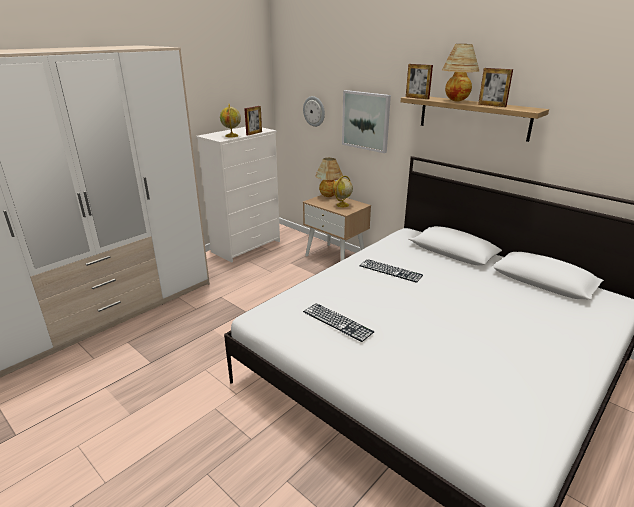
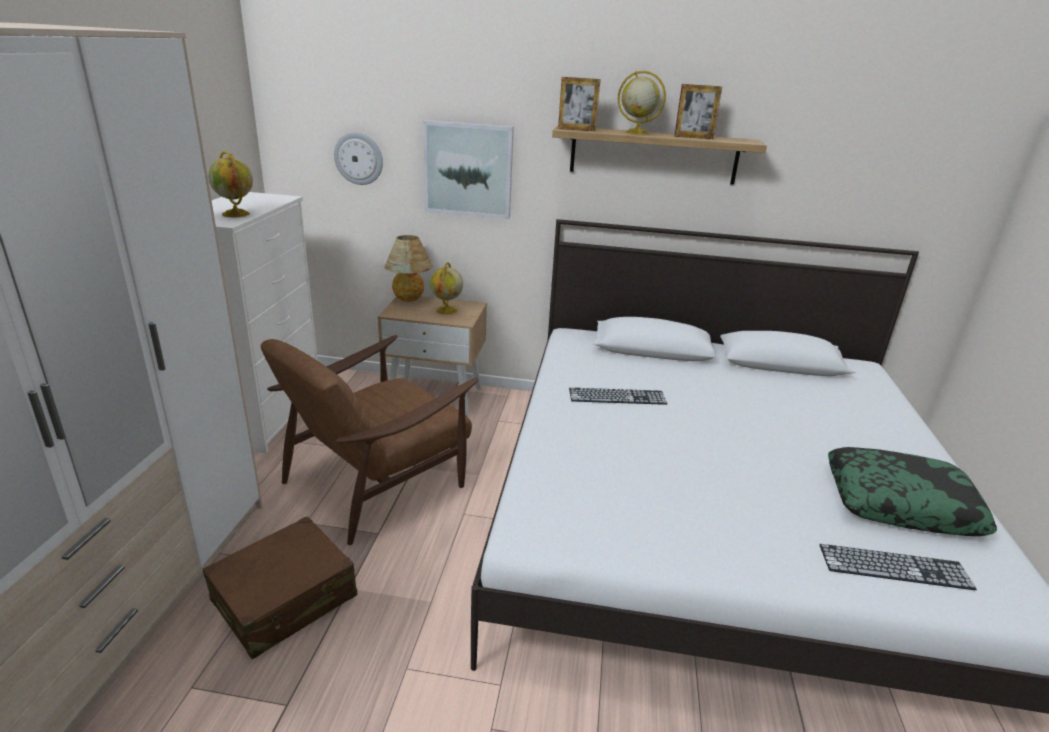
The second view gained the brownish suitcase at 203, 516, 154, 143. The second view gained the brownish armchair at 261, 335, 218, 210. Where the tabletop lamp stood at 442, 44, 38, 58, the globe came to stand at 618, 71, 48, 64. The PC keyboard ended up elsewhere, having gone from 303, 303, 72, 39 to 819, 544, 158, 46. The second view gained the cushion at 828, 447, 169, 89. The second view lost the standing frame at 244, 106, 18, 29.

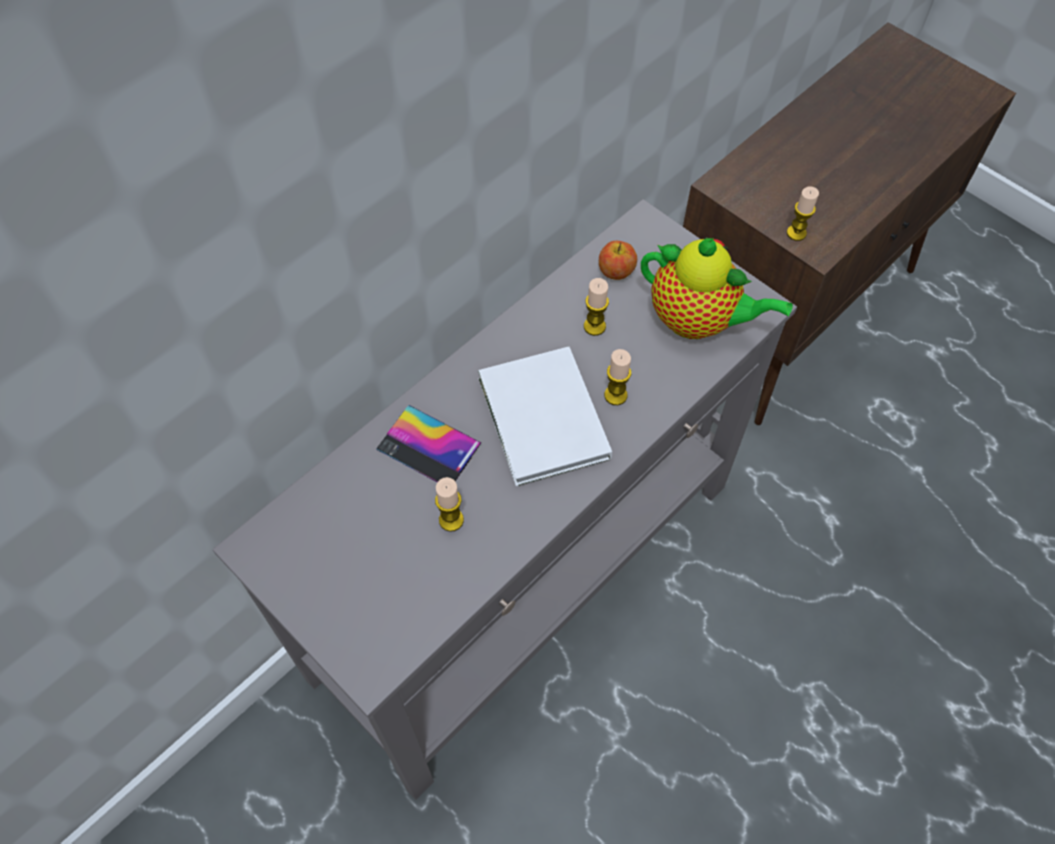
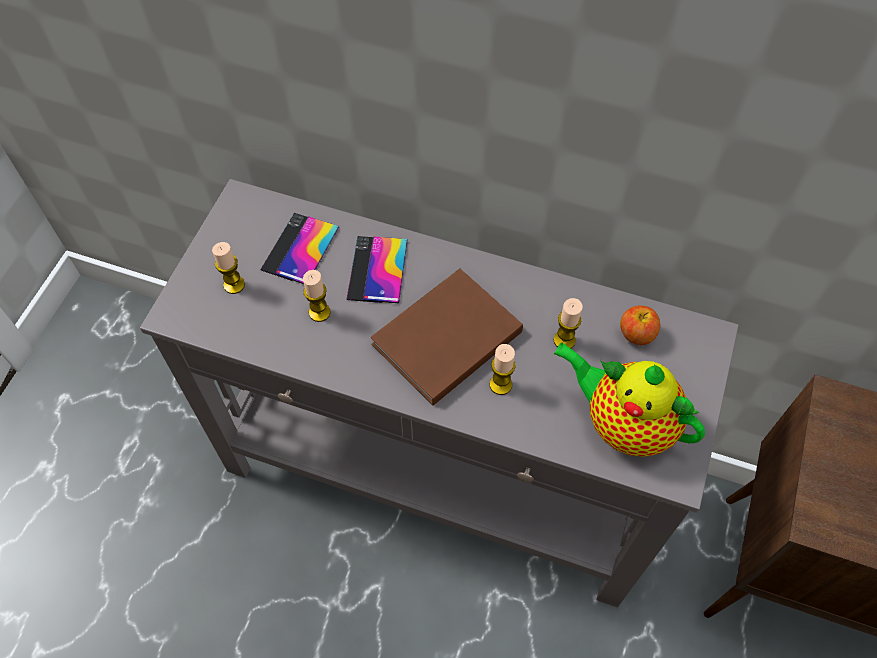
The wax light ended up elsewhere, having gone from 787, 186, 32, 55 to 212, 242, 33, 52. The second view gained the handset at 260, 213, 79, 71. What was the white bound book at 478, 346, 134, 140 turned into the brownish bound book at 371, 269, 152, 137. The teapot at 641, 237, 152, 102 ended up facing another way, 120 degrees clockwise from before.

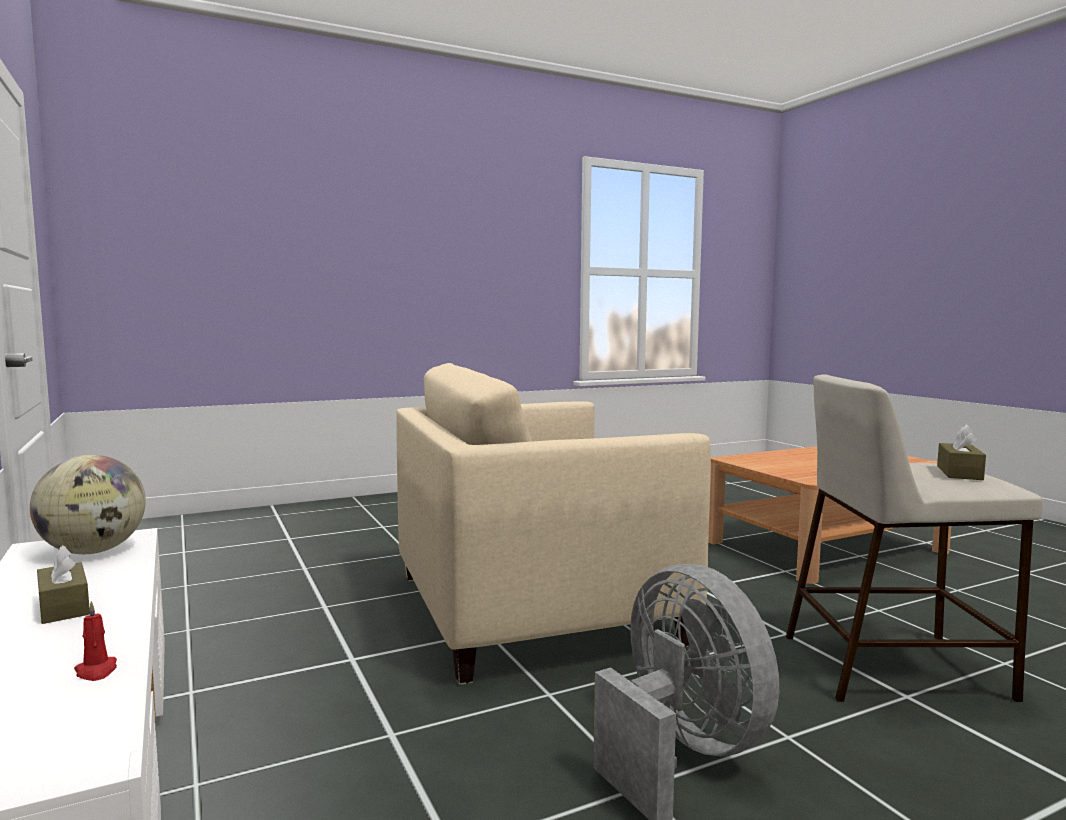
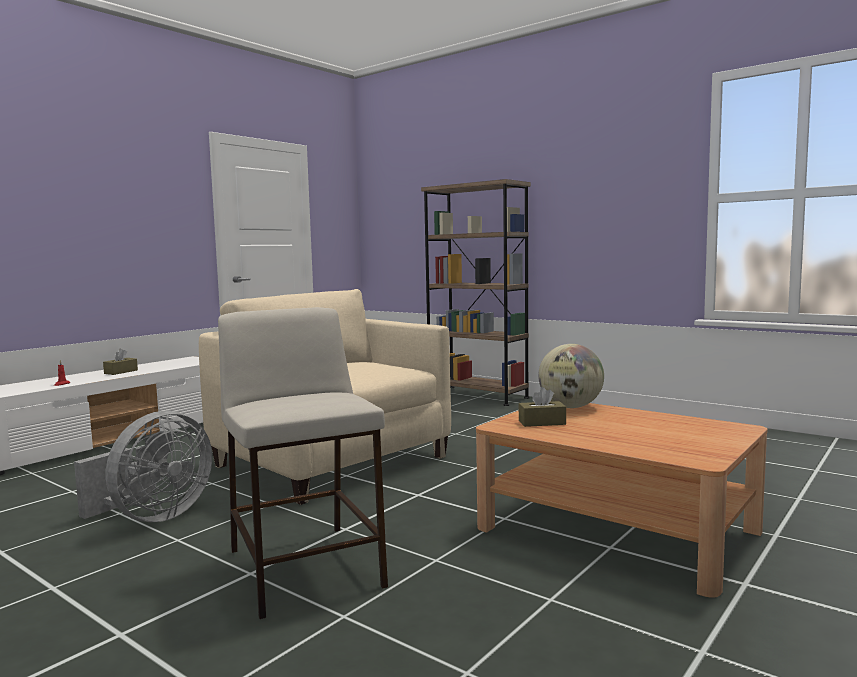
The second view gained the brownish shelving unit at 421, 179, 110, 227. The brownish tissue holder ended up elsewhere, having gone from 937, 425, 49, 55 to 519, 387, 47, 40. The globe ended up elsewhere, having gone from 30, 455, 116, 99 to 538, 344, 66, 64.

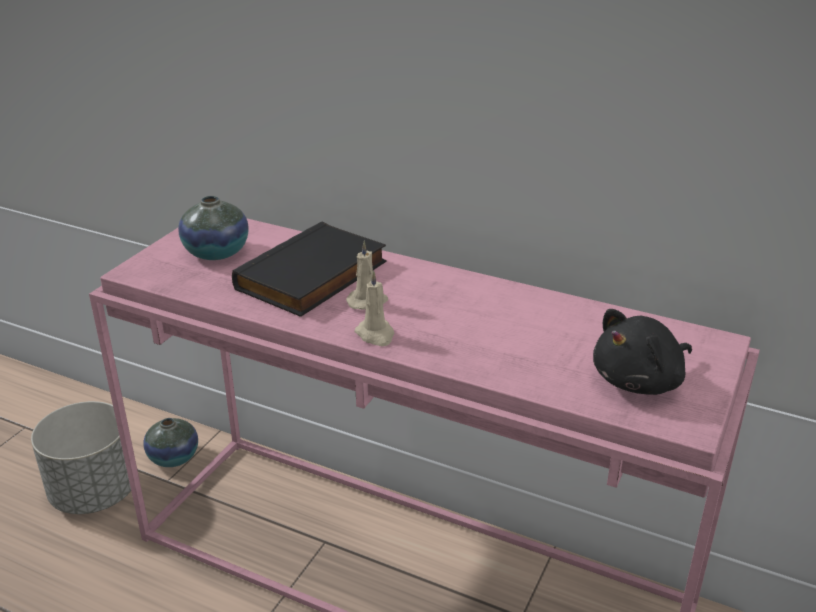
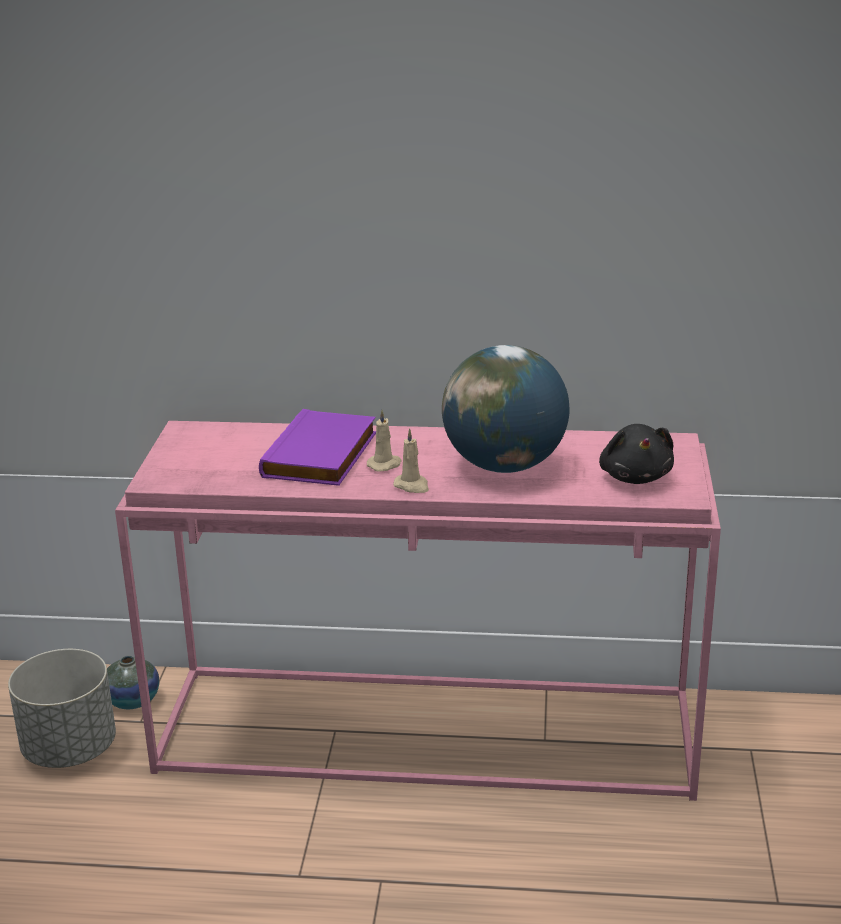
What was the blackish bound book at 232, 221, 155, 96 turned into the purple bound book at 259, 409, 117, 77. The second view gained the globe at 442, 345, 127, 128. The blackish plush toy at 593, 309, 99, 86 ended up facing another way, 45 degrees counterclockwise from before. The second view lost the decorative vase at 178, 196, 71, 64.

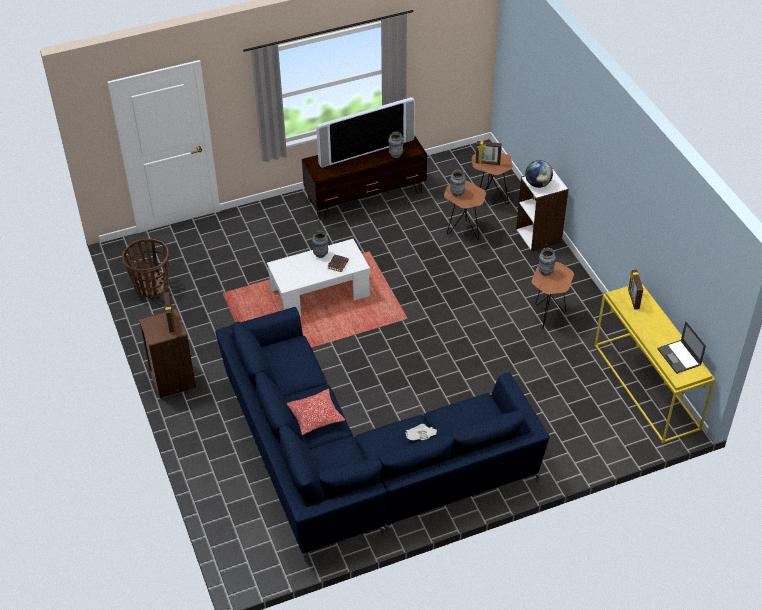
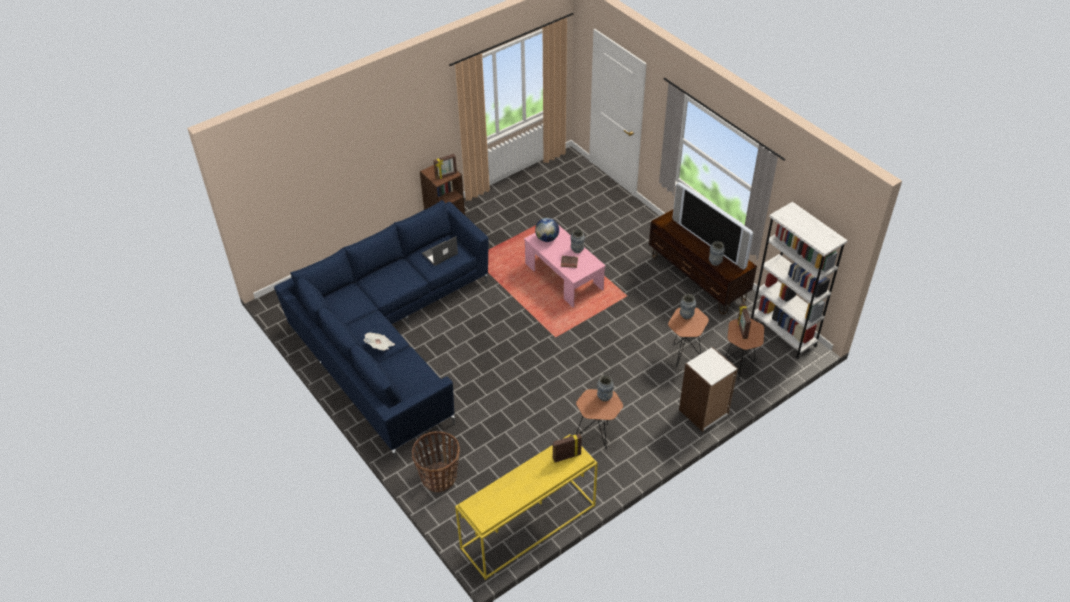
The basket ended up elsewhere, having gone from 122, 238, 47, 60 to 412, 431, 48, 61. The laptop ended up elsewhere, having gone from 657, 321, 49, 53 to 422, 236, 36, 30. What was the white lounge table at 267, 239, 103, 77 turned into the pink-coloured lounge table at 524, 226, 82, 81. The globe ended up elsewhere, having gone from 525, 160, 28, 28 to 535, 218, 24, 24. The second view gained the white shelving unit at 751, 202, 97, 157. The second view lost the cushion at 287, 389, 58, 46.

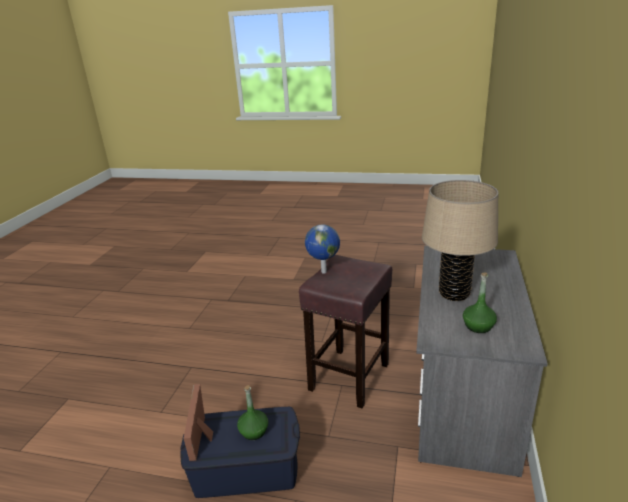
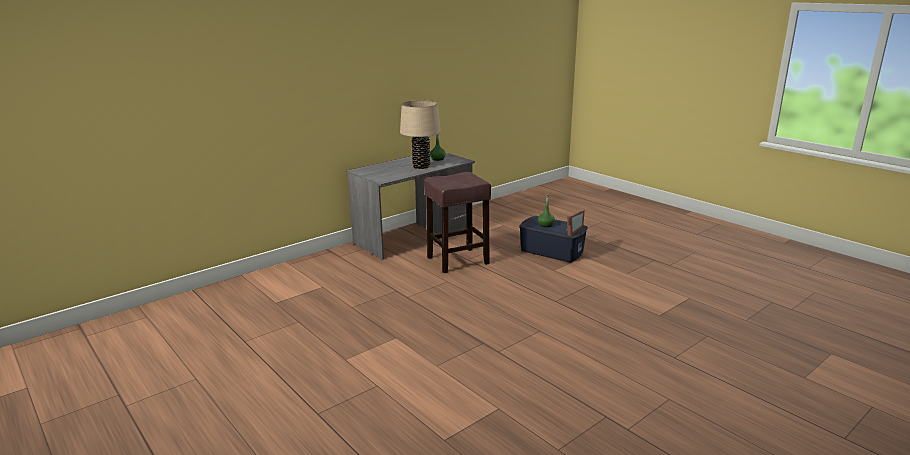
The second view lost the globe at 305, 224, 35, 50.

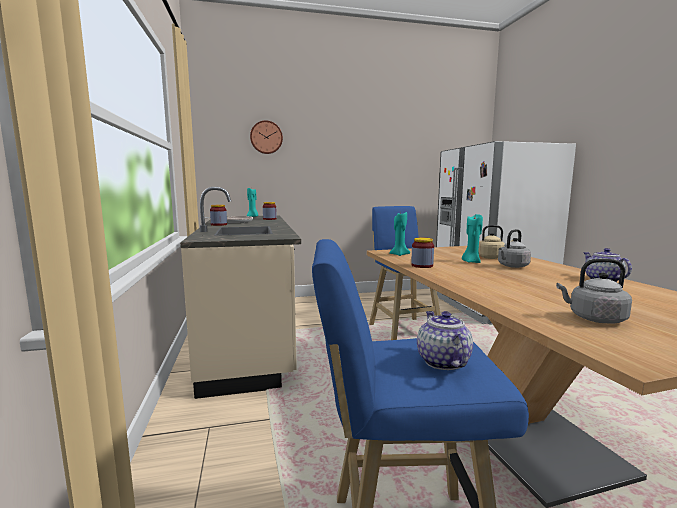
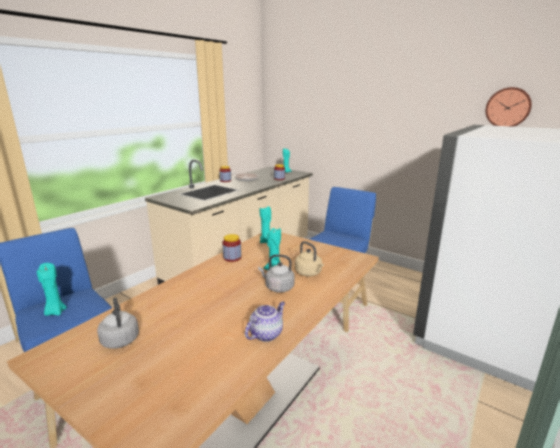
Where the teapot stood at 417, 311, 56, 59, the turquoise wax light came to stand at 37, 263, 30, 53. The hanging clock ended up elsewhere, having gone from 250, 120, 33, 34 to 486, 87, 46, 40.

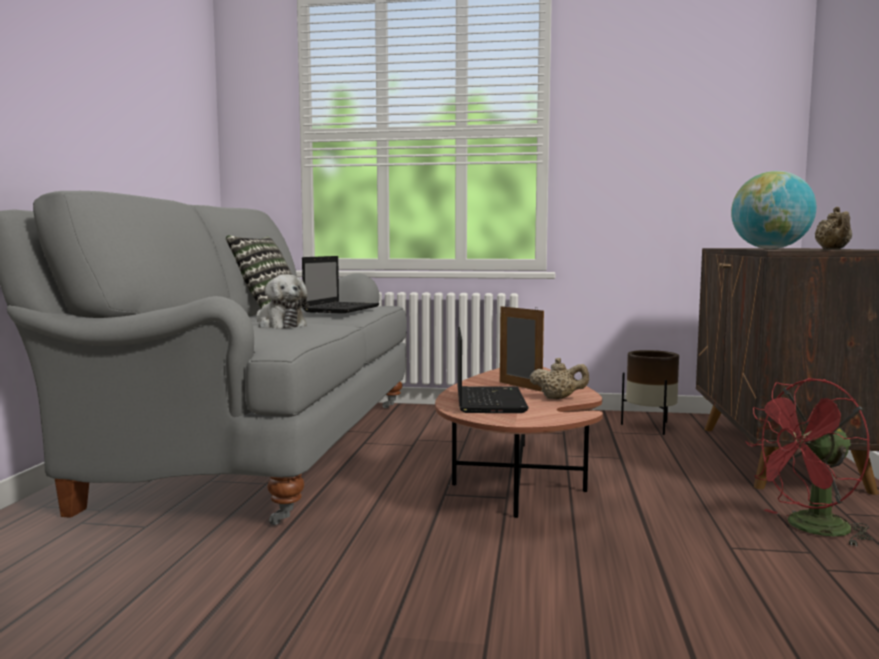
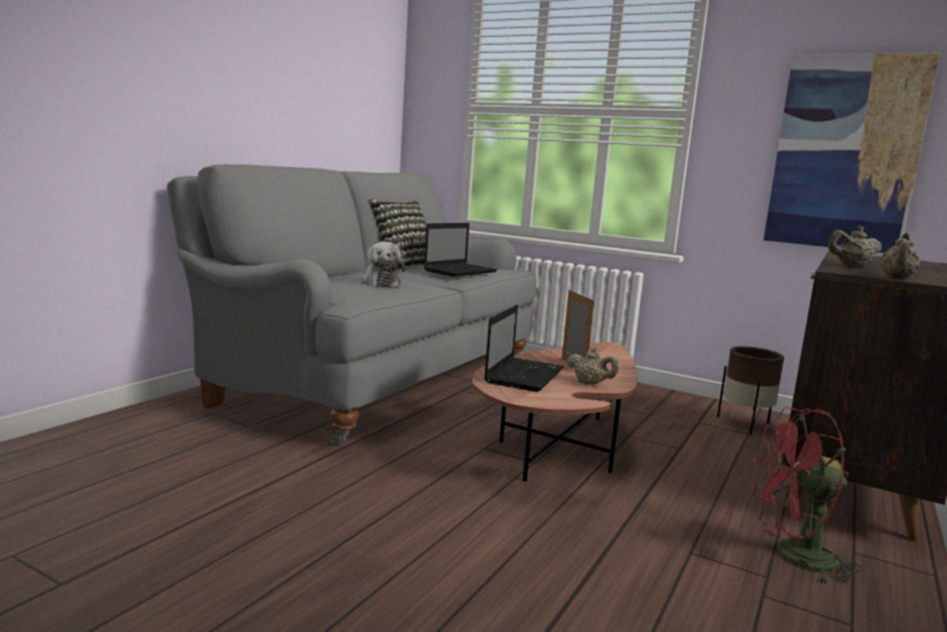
The second view gained the picture at 764, 52, 177, 201. Where the globe stood at 731, 171, 86, 78, the sand-coloured teapot came to stand at 828, 226, 54, 41.

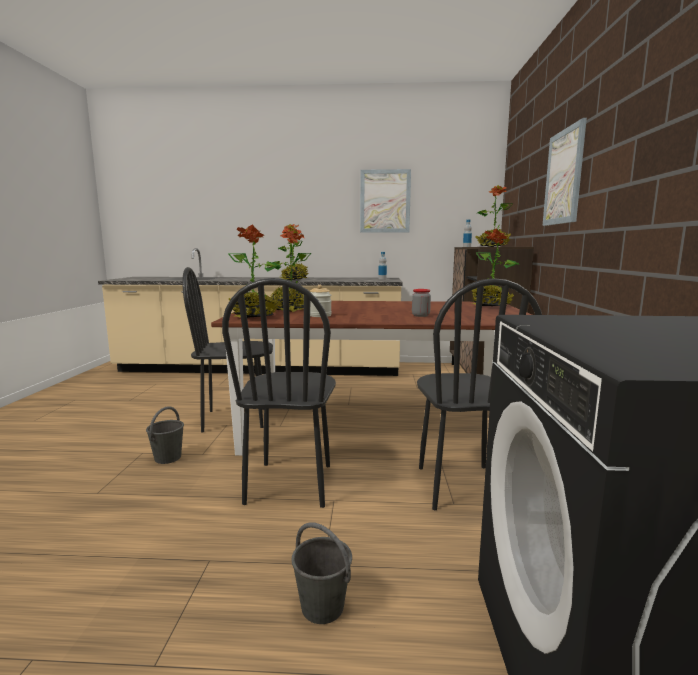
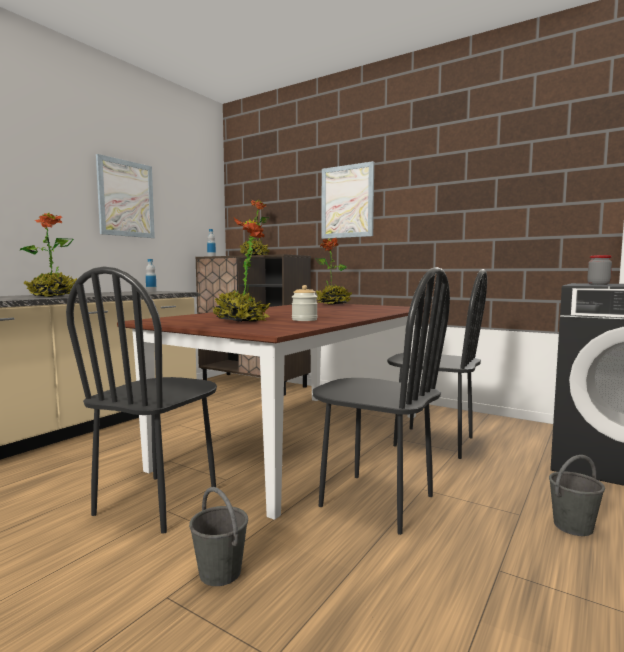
The jar ended up elsewhere, having gone from 412, 289, 19, 28 to 587, 255, 25, 30. The second view lost the potted plant at 228, 224, 53, 94.

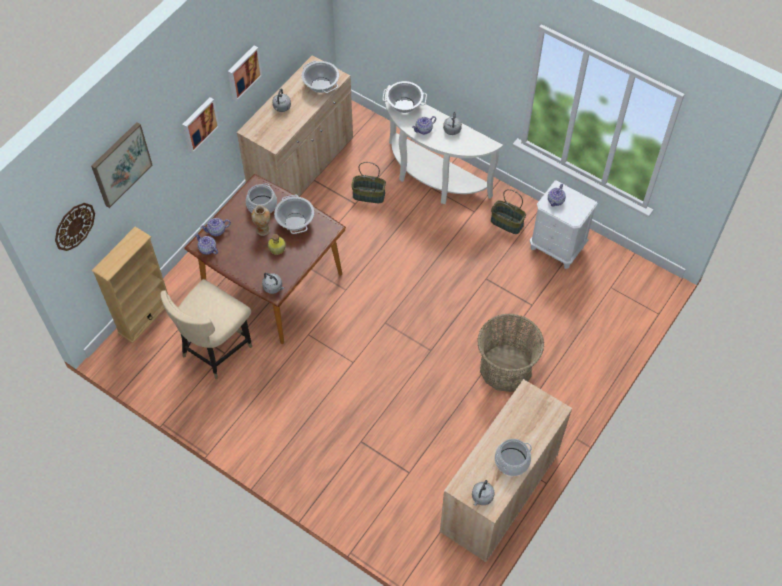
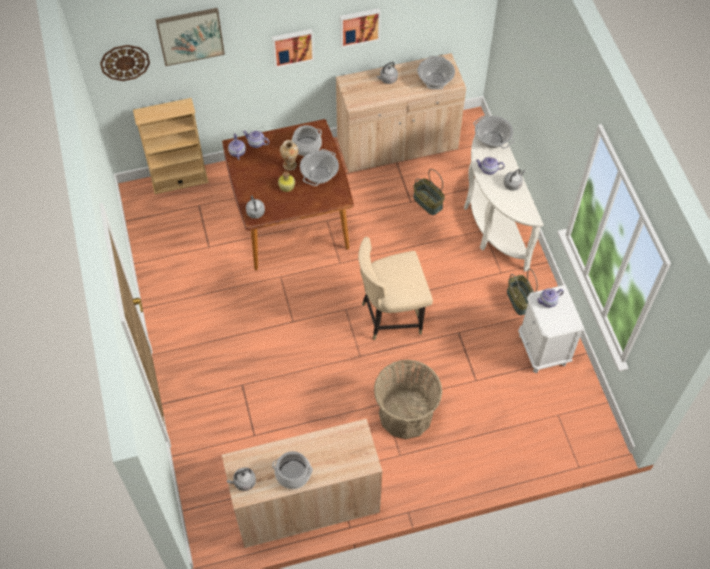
The sand-coloured upright chair ended up elsewhere, having gone from 161, 279, 91, 100 to 358, 237, 75, 103.

